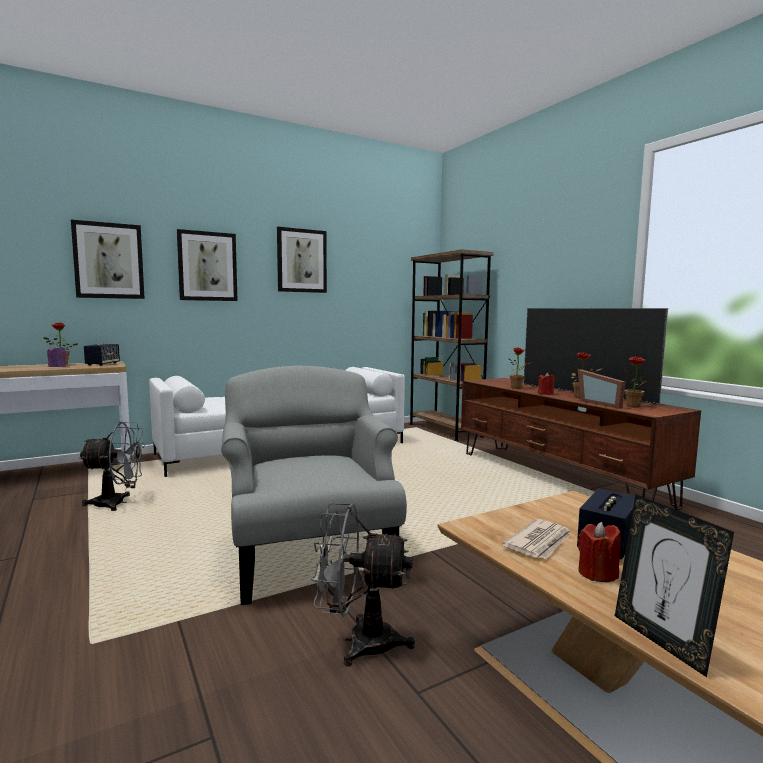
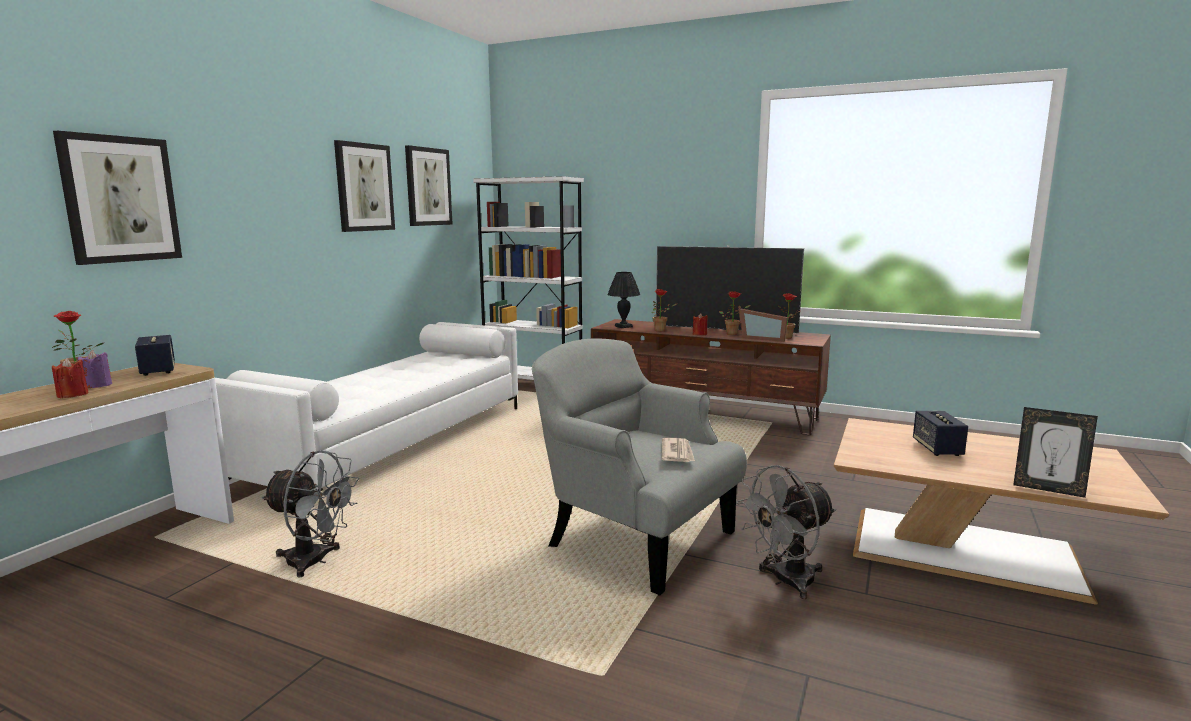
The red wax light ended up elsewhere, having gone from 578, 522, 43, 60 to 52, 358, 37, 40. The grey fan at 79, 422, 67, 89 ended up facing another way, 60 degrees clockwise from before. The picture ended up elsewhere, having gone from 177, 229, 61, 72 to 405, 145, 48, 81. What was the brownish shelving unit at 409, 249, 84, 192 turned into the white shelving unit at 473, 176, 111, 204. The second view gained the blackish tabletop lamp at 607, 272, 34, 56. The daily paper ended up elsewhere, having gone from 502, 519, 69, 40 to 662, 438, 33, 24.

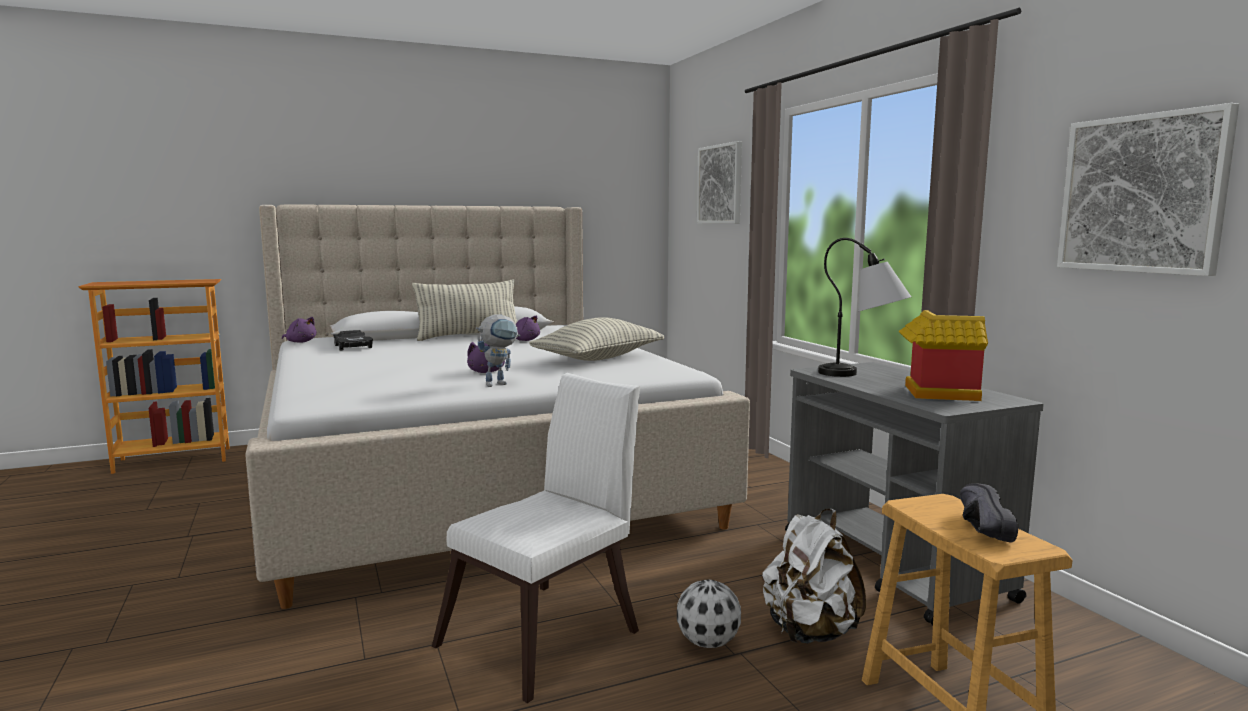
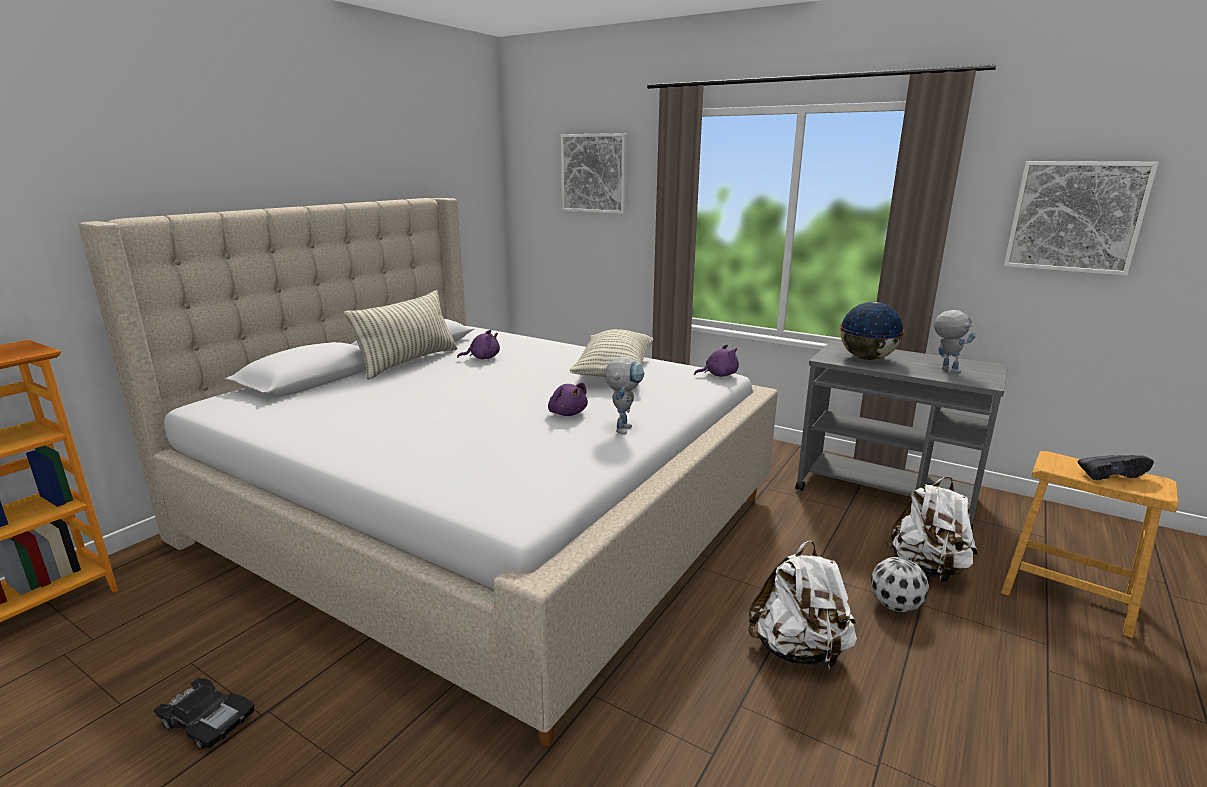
The blackish miniature car ended up elsewhere, having gone from 333, 330, 40, 21 to 153, 678, 102, 72. The purple plush toy ended up elsewhere, having gone from 282, 317, 35, 26 to 694, 345, 45, 32. Where the white upright chair stood at 432, 373, 208, 330, the white knapsack came to stand at 748, 540, 109, 130. Where the tabletop lamp stood at 818, 238, 93, 139, the globe came to stand at 840, 302, 64, 58. Where the miniature house stood at 899, 310, 89, 91, the toy robot came to stand at 934, 310, 42, 63. The blackish low shoe at 960, 483, 58, 59 ended up facing another way, 120 degrees clockwise from before.

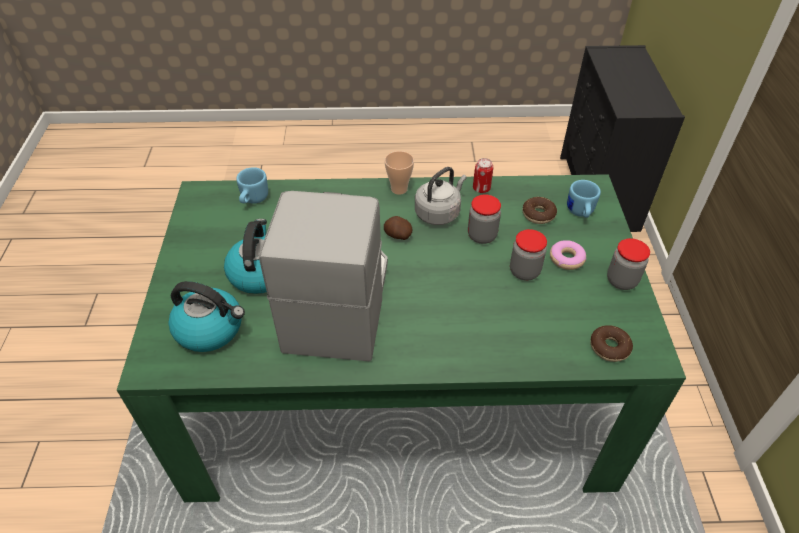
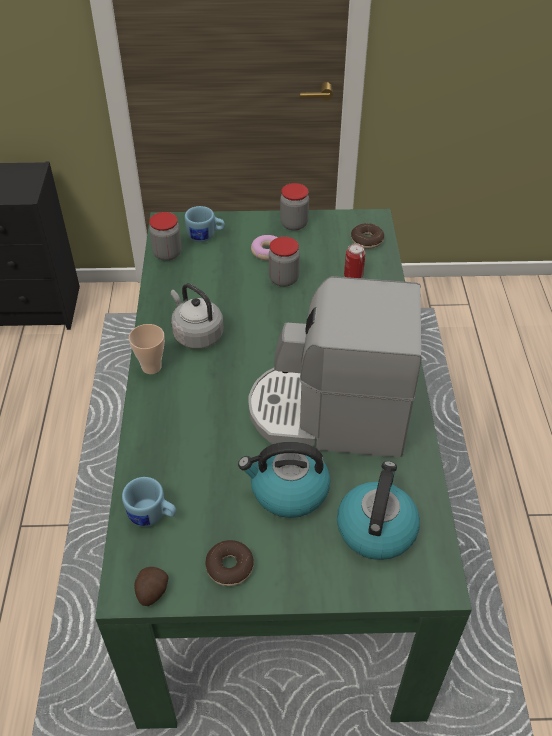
The potato ended up elsewhere, having gone from 384, 216, 28, 24 to 134, 567, 35, 39. The jar ended up elsewhere, having gone from 468, 194, 33, 50 to 149, 212, 33, 49. The ring doughnut ended up elsewhere, having gone from 522, 197, 35, 27 to 205, 540, 49, 46. The can ended up elsewhere, having gone from 473, 158, 20, 35 to 344, 243, 21, 35.

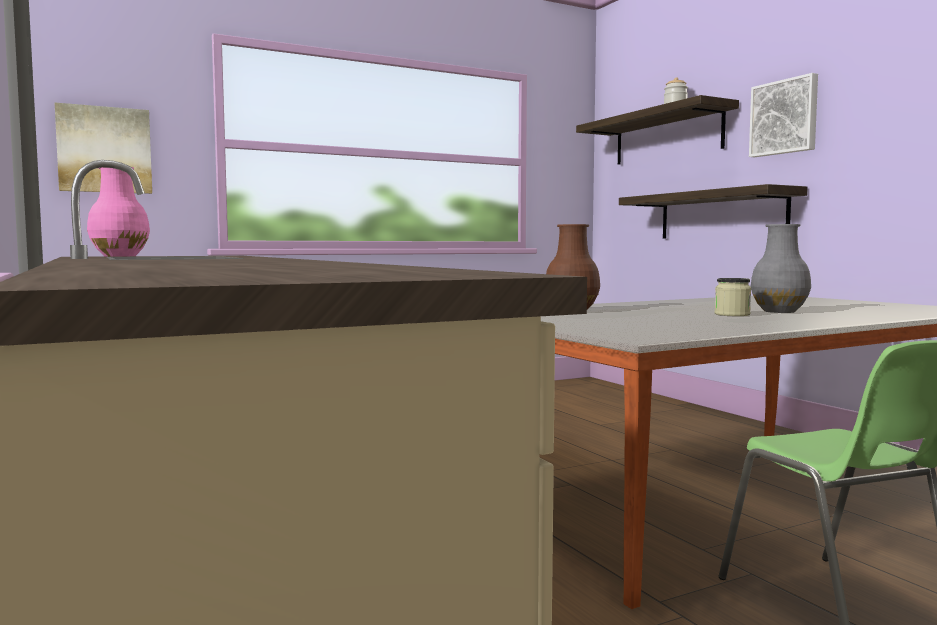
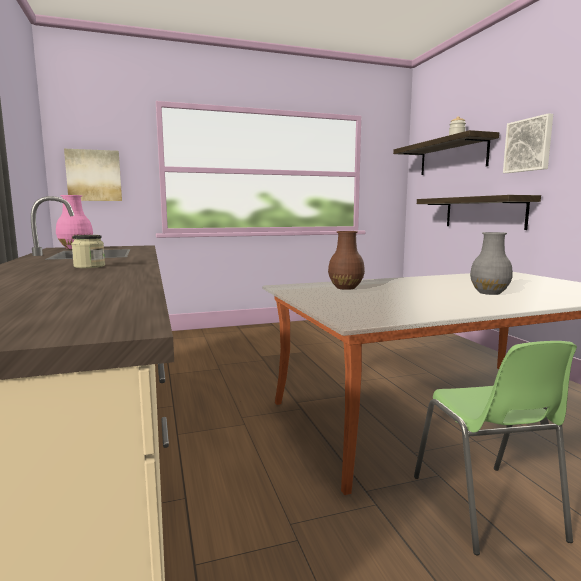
The jar ended up elsewhere, having gone from 715, 278, 36, 38 to 71, 235, 34, 33.

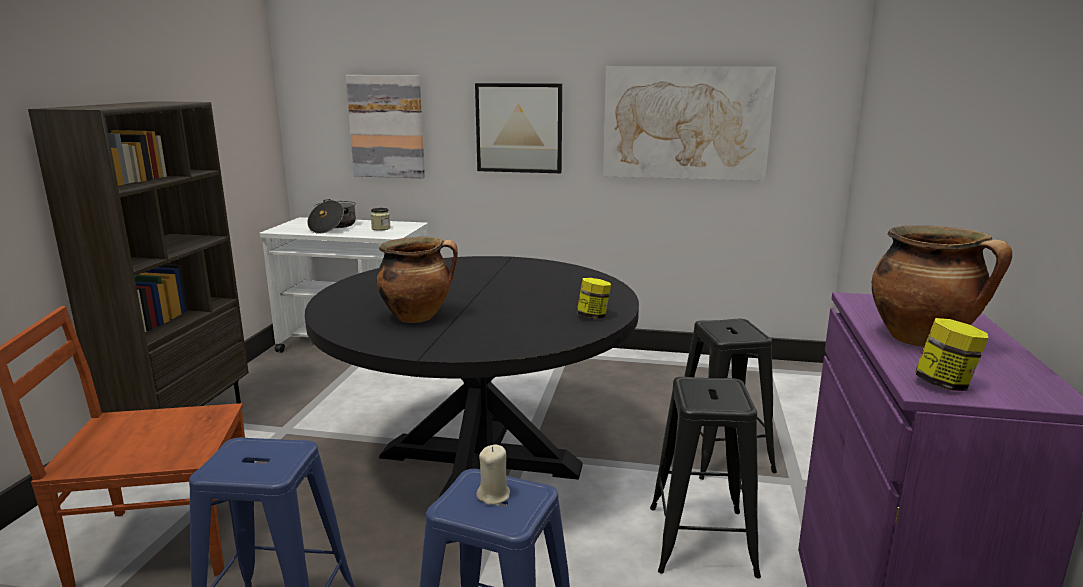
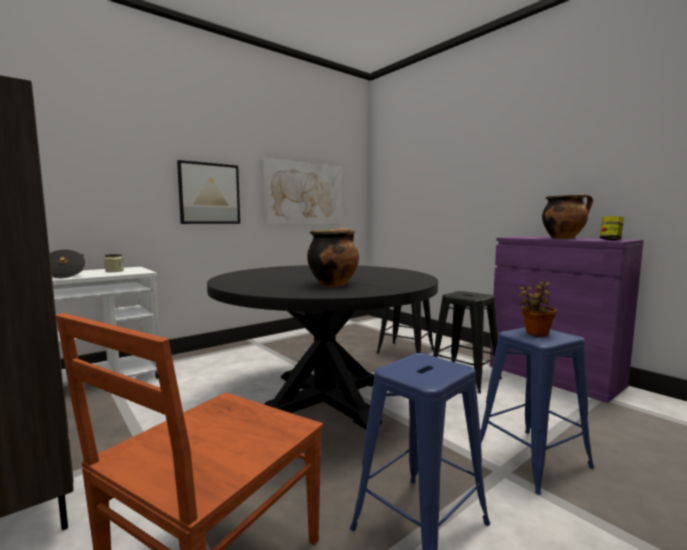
Where the sand-coloured wax light stood at 476, 444, 34, 61, the potted plant came to stand at 518, 281, 39, 56. The second view lost the picture at 346, 75, 79, 103. The second view lost the jar at 577, 278, 34, 41.

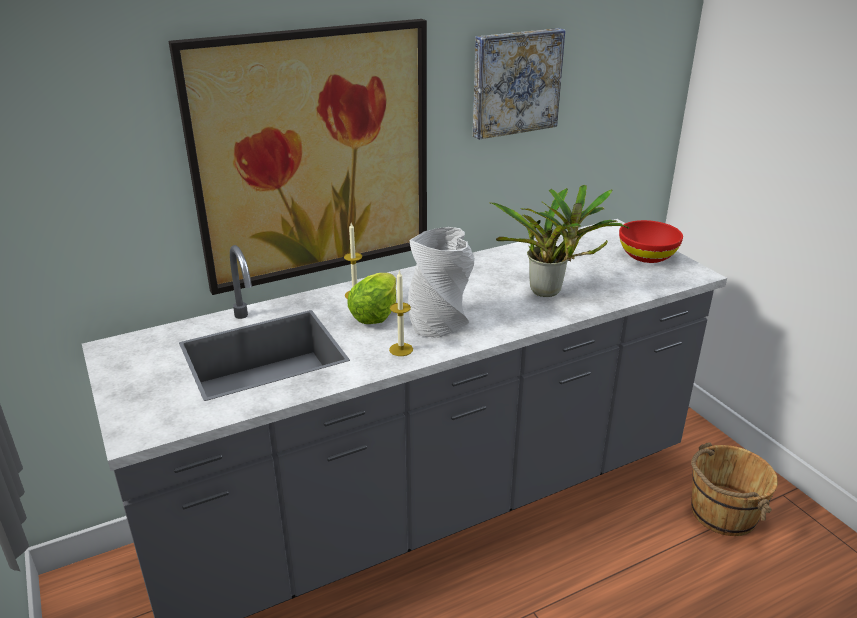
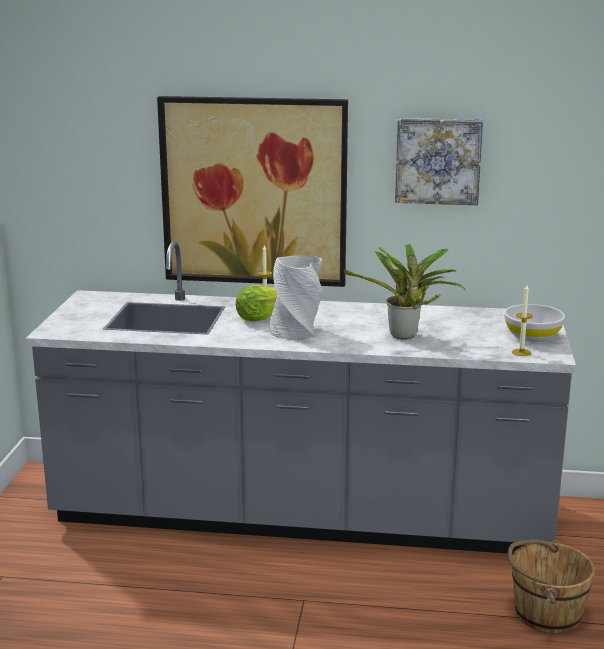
What was the red deep dish at 619, 220, 64, 43 turned into the white deep dish at 504, 304, 61, 38. The wax light ended up elsewhere, having gone from 389, 270, 24, 86 to 512, 285, 21, 71.

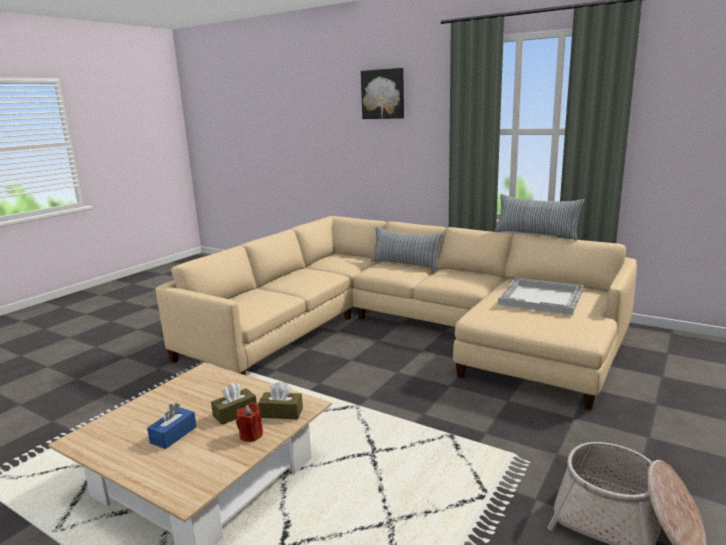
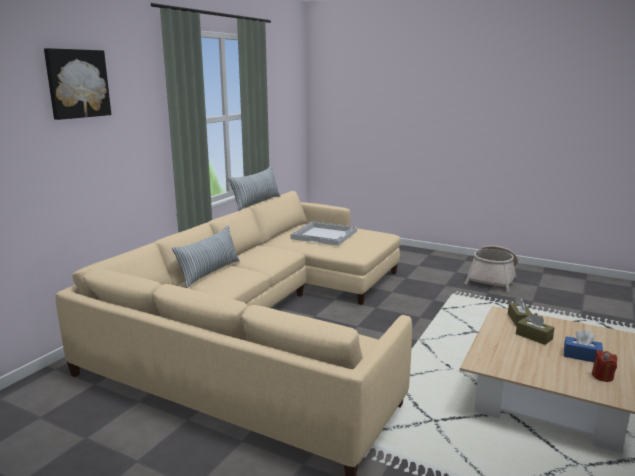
The red wax light ended up elsewhere, having gone from 236, 402, 27, 40 to 592, 350, 25, 32.

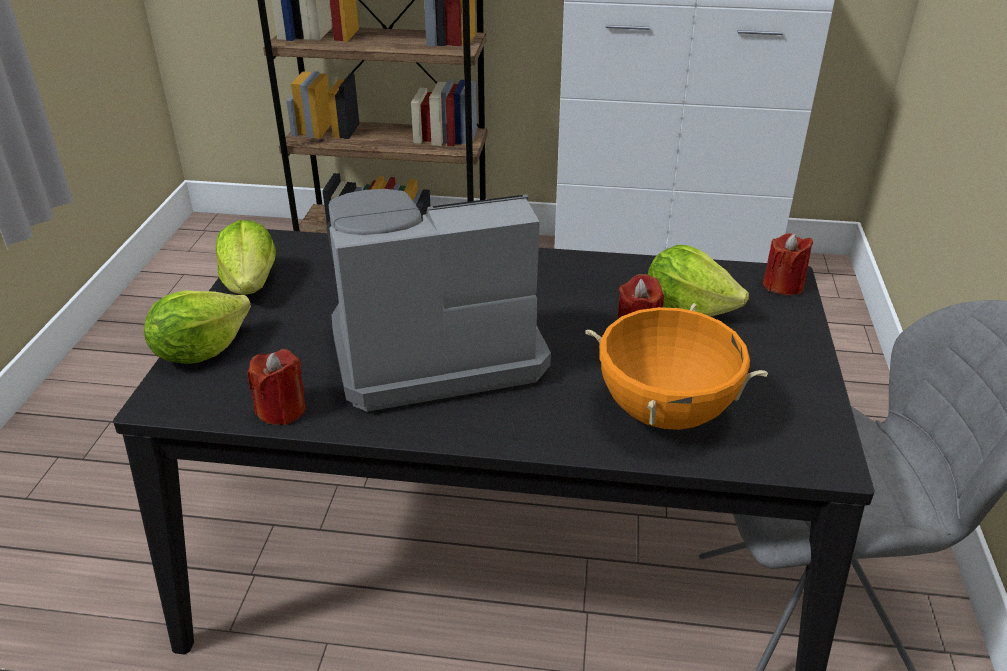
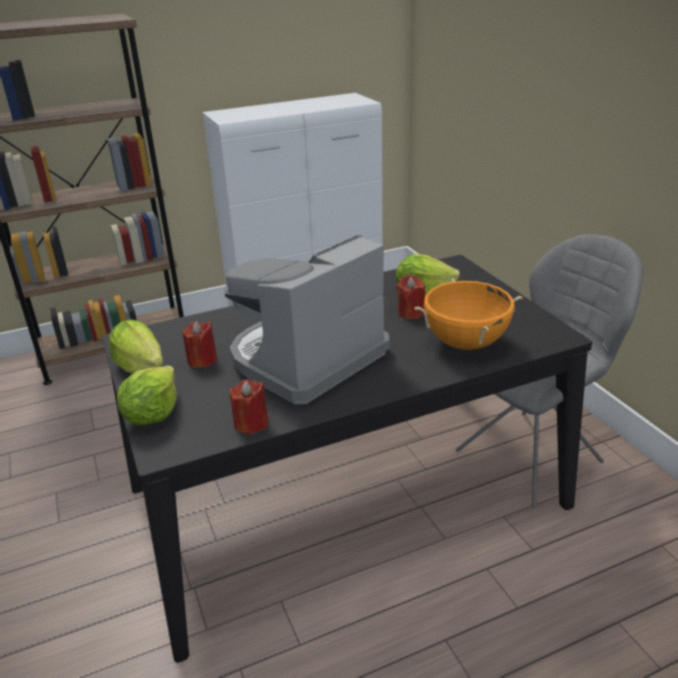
The red wax light ended up elsewhere, having gone from 763, 233, 50, 62 to 182, 321, 35, 47.

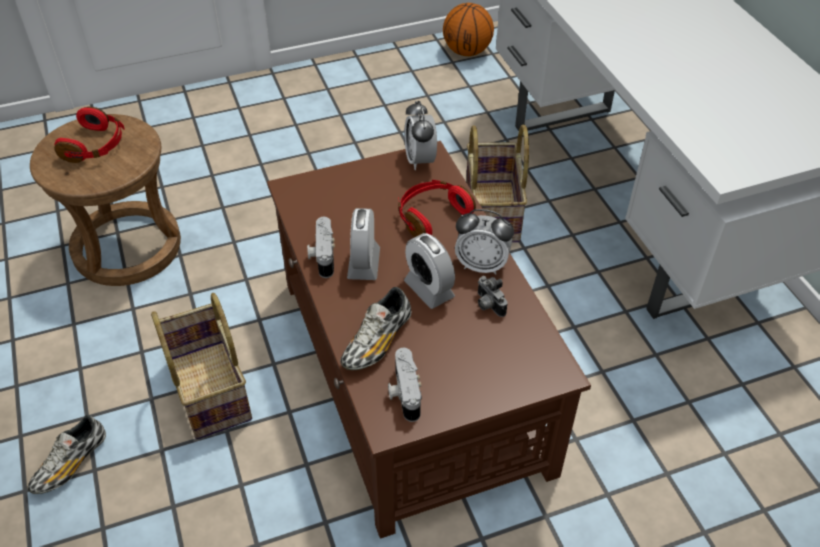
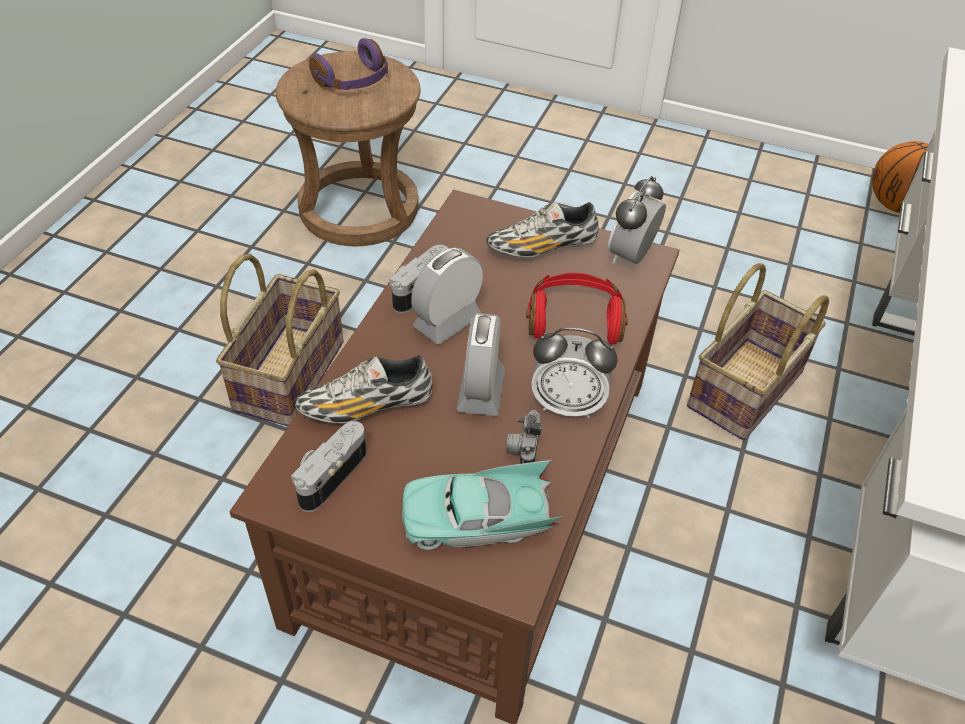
What was the red headphones at 54, 107, 71, 56 turned into the purple headphones at 309, 38, 79, 52. The second view gained the turquoise miniature car at 402, 460, 161, 90. The low shoe ended up elsewhere, having gone from 28, 415, 78, 79 to 486, 202, 113, 56. The table clock at 455, 209, 59, 66 ended up facing another way, 45 degrees counterclockwise from before.

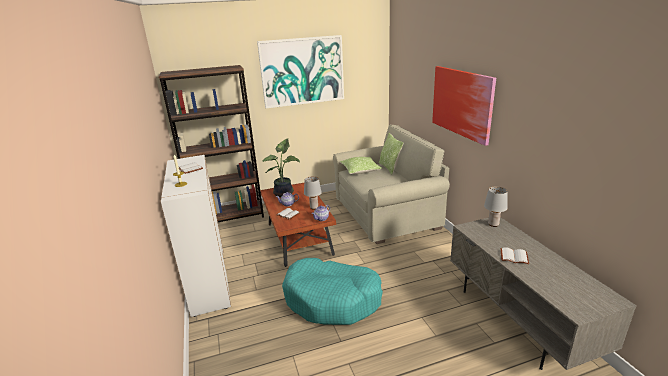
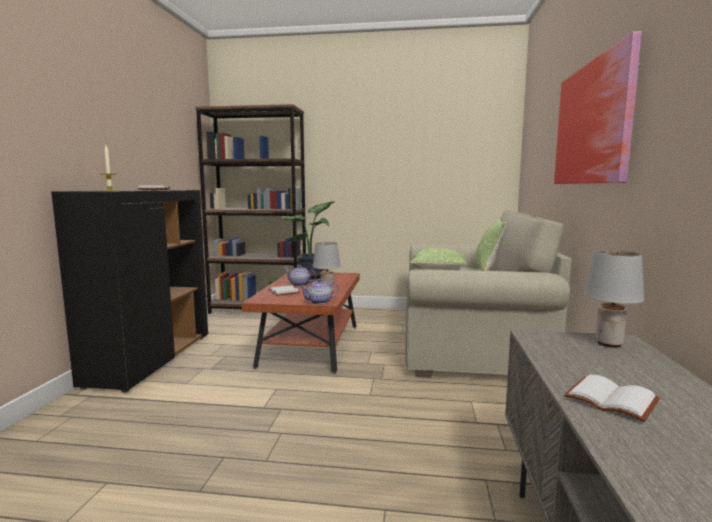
What was the white cabinet at 161, 155, 70, 162 turned into the blackish cabinet at 51, 190, 157, 203. The second view lost the picture at 257, 35, 87, 73. The second view lost the turquoise dog cushion at 282, 258, 101, 67.

